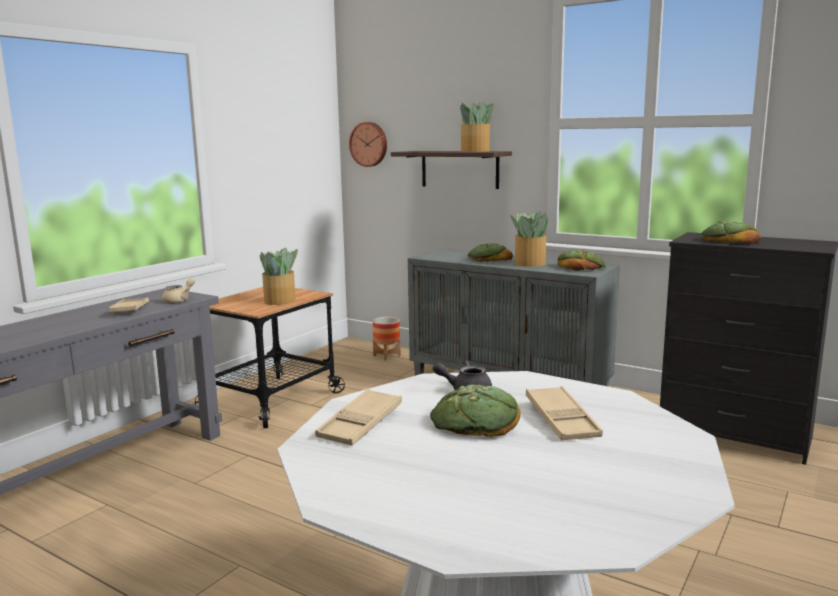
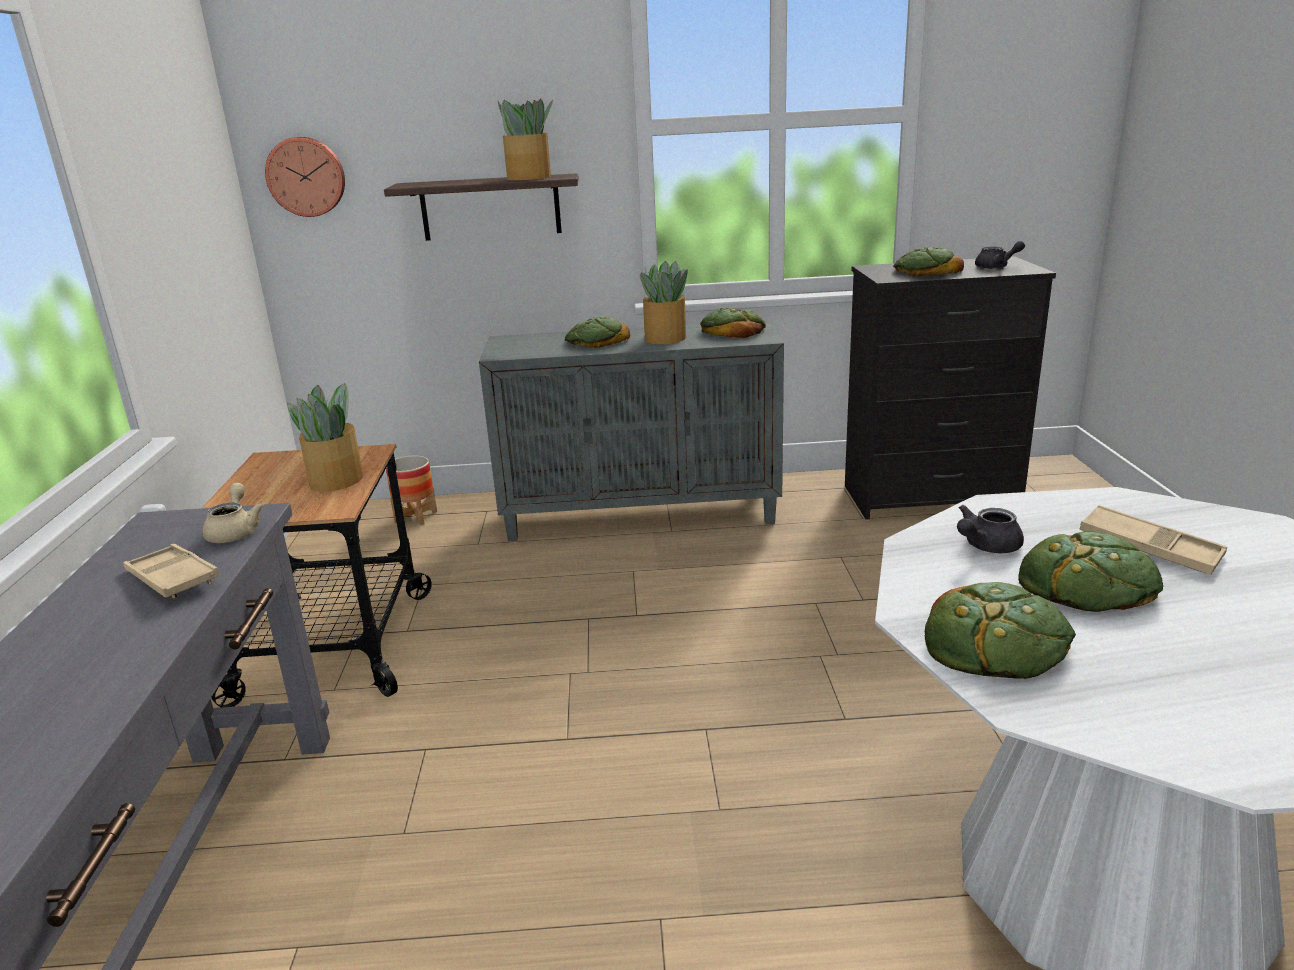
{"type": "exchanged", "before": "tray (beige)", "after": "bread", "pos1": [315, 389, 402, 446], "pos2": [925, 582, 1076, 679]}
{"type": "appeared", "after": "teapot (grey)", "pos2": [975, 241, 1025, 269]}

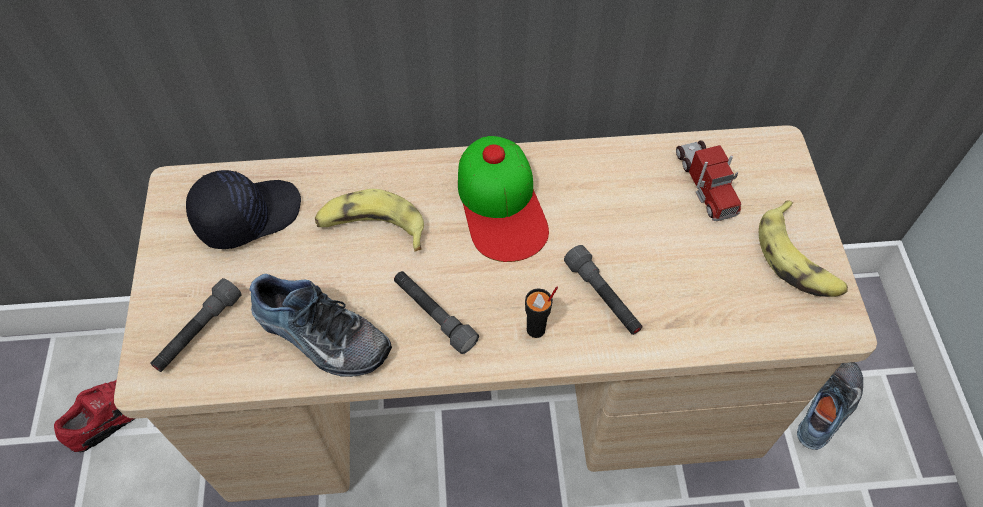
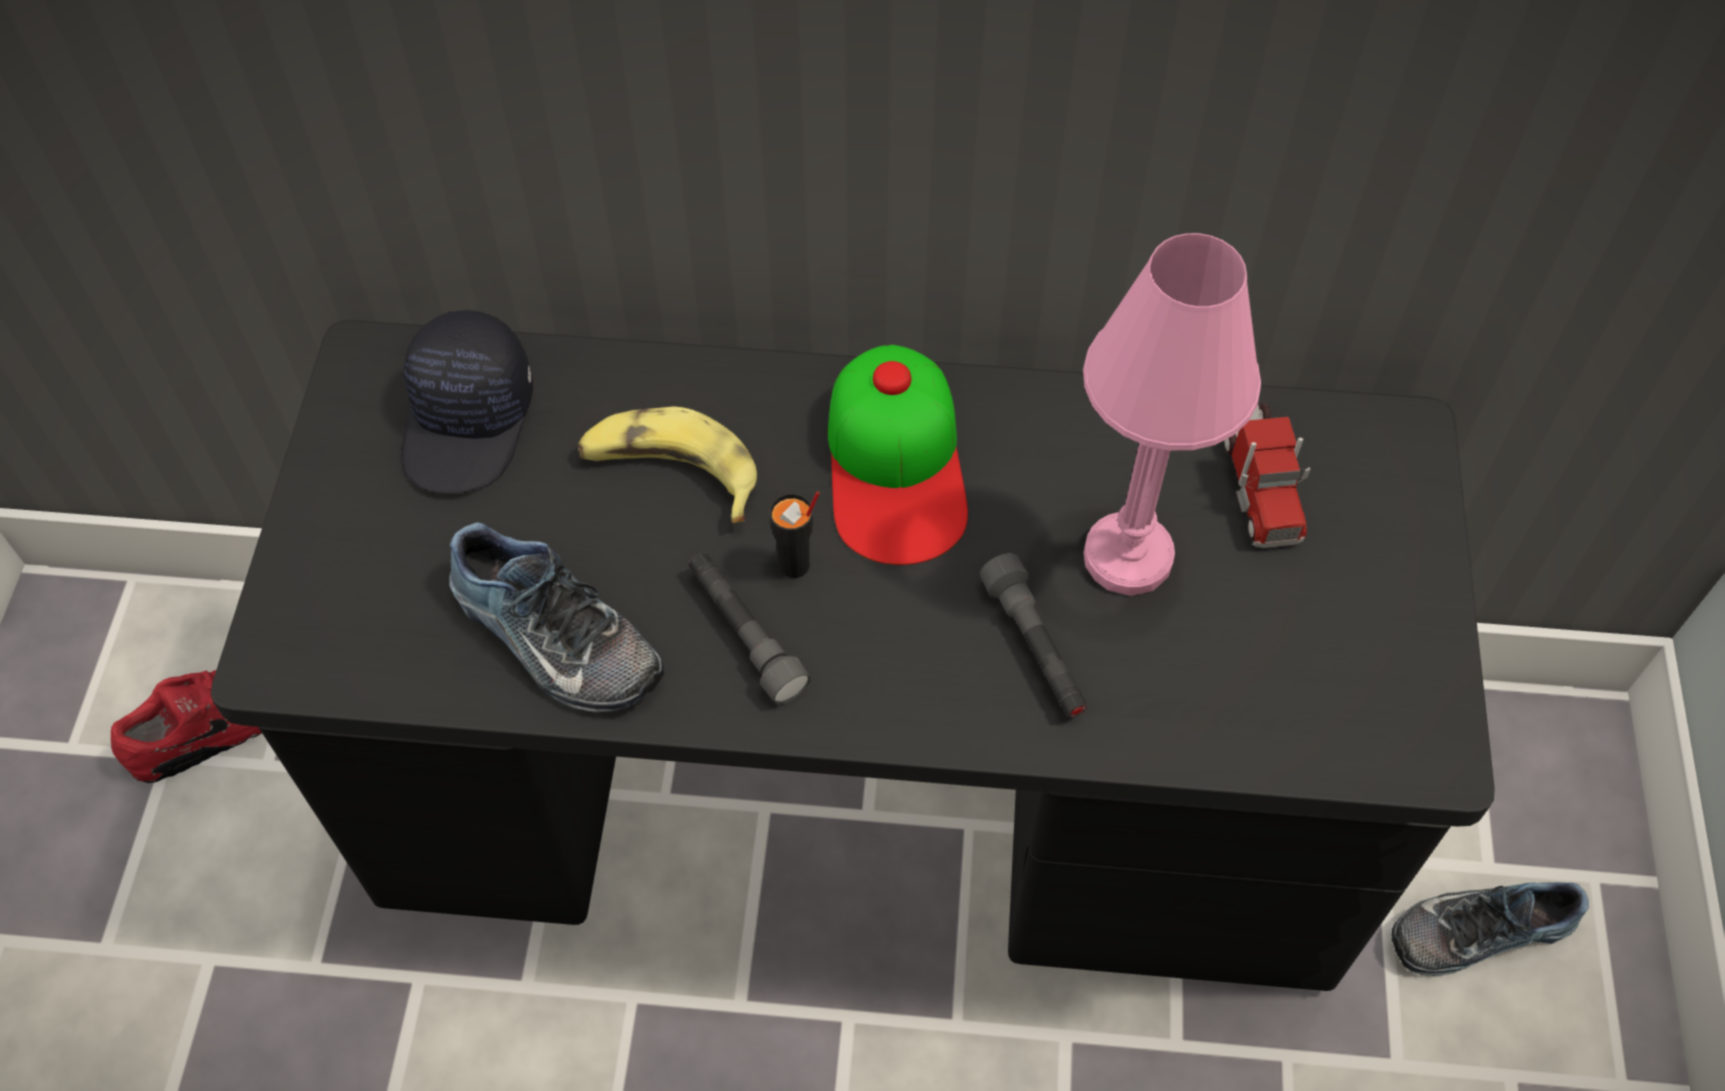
{"type": "colour", "before": "desk (beige)", "after": "desk (black)", "pos1": [114, 125, 877, 502], "pos2": [211, 320, 1494, 991]}
{"type": "missing", "before": "flashlight (grey)", "pos1": [151, 278, 242, 372]}
{"type": "spun", "before": "cap (black)", "pos1": [186, 170, 301, 249], "pos2": [402, 310, 533, 494], "turn": 120}
{"type": "relocated", "before": "cup (black)", "pos1": [525, 286, 558, 338], "pos2": [769, 491, 820, 578]}
{"type": "missing", "before": "banana", "pos1": [759, 200, 848, 297]}
{"type": "spun", "before": "shoe", "pos1": [797, 362, 863, 450], "pos2": [1392, 882, 1589, 976], "turn": -150}
{"type": "appeared", "after": "table lamp (pink)", "pos2": [1083, 233, 1261, 596]}

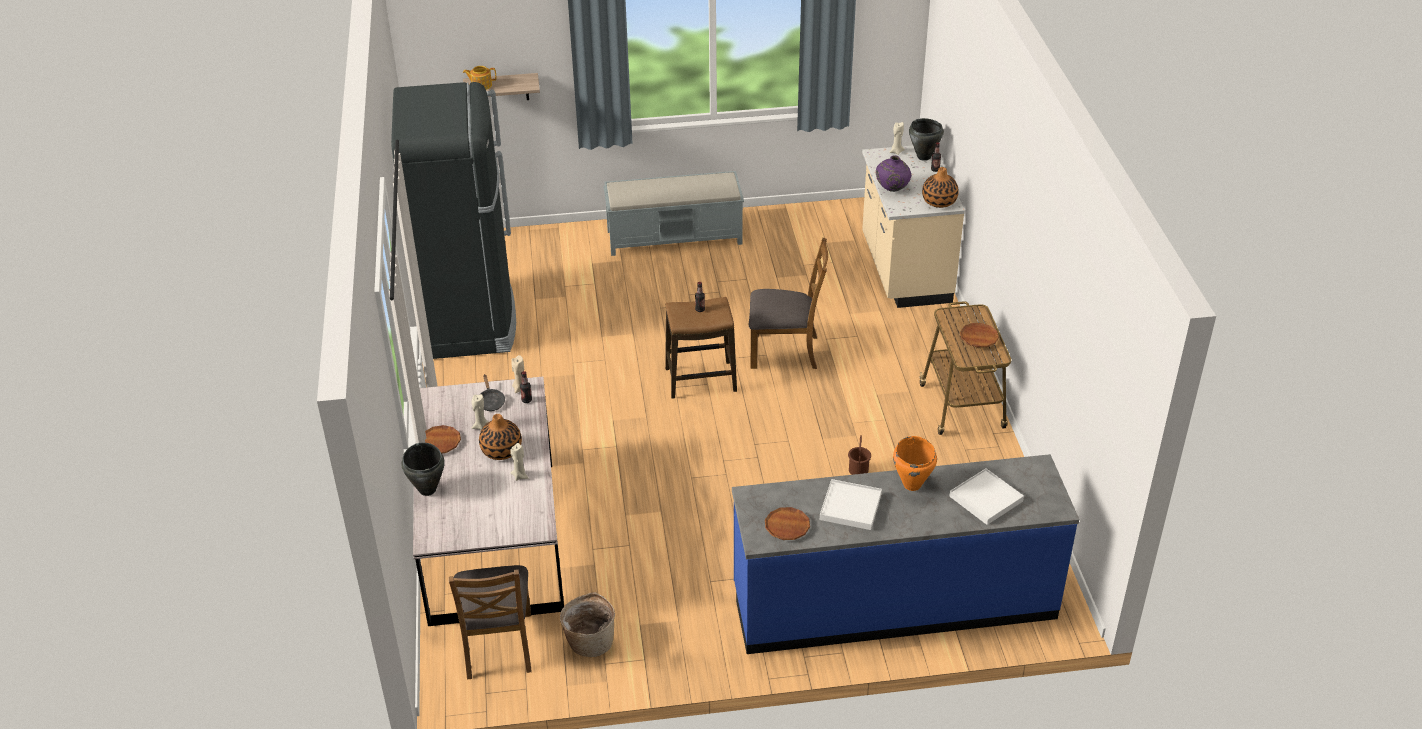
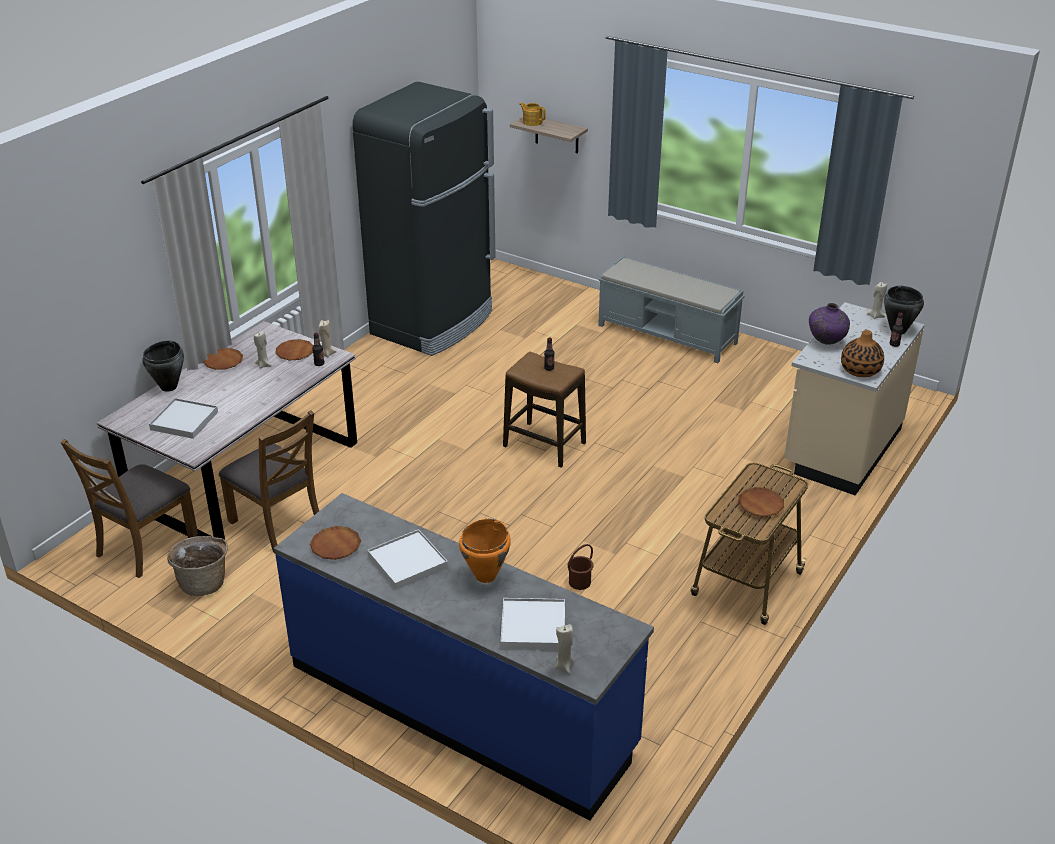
{"type": "exchanged", "before": "frying pan (black)", "after": "plate (brown)", "pos1": [479, 374, 505, 411], "pos2": [275, 339, 314, 361]}
{"type": "missing", "before": "vase", "pos1": [479, 414, 522, 460]}
{"type": "relocated", "before": "candle (beige)", "pos1": [510, 443, 529, 481], "pos2": [555, 624, 574, 674]}
{"type": "relocated", "before": "chair (brown)", "pos1": [749, 238, 828, 369], "pos2": [219, 410, 319, 552]}
{"type": "appeared", "after": "tray (white)", "pos2": [149, 398, 218, 439]}

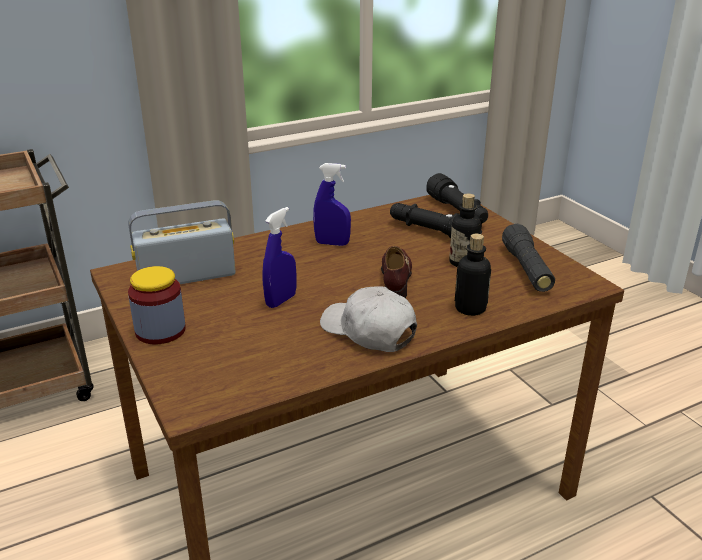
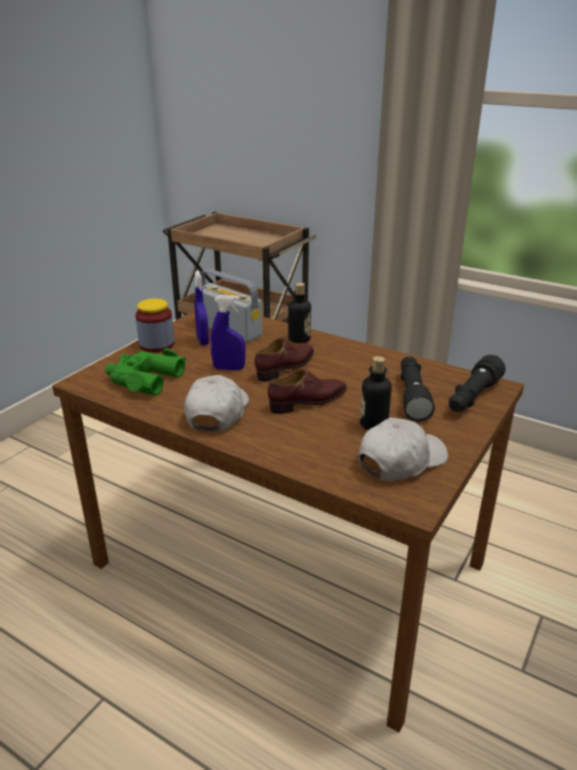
{"type": "relocated", "before": "spray bottle (blue)", "pos1": [313, 163, 351, 246], "pos2": [194, 271, 209, 346]}
{"type": "relocated", "before": "bottle", "pos1": [455, 234, 491, 316], "pos2": [288, 283, 311, 343]}
{"type": "exchanged", "before": "flashlight (black)", "after": "cap (white)", "pos1": [502, 224, 555, 292], "pos2": [359, 418, 448, 481]}
{"type": "appeared", "after": "binoculars (green)", "pos2": [105, 348, 186, 396]}
{"type": "appeared", "after": "shoe (brown)", "pos2": [254, 338, 314, 382]}

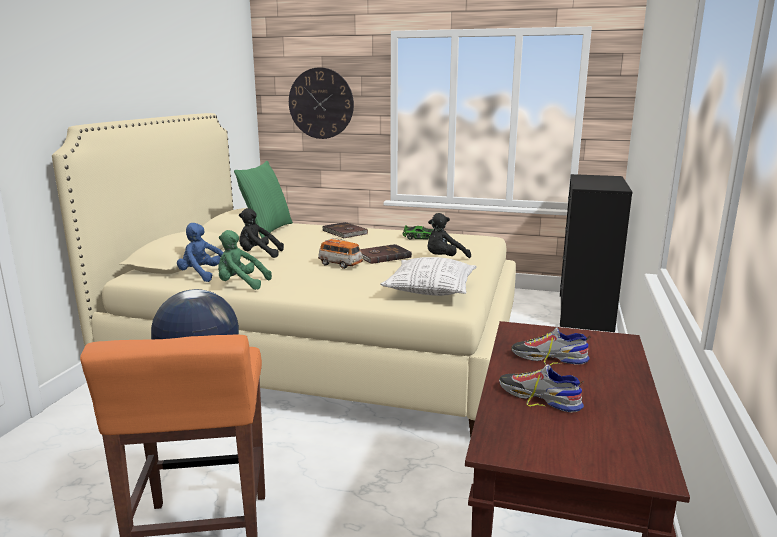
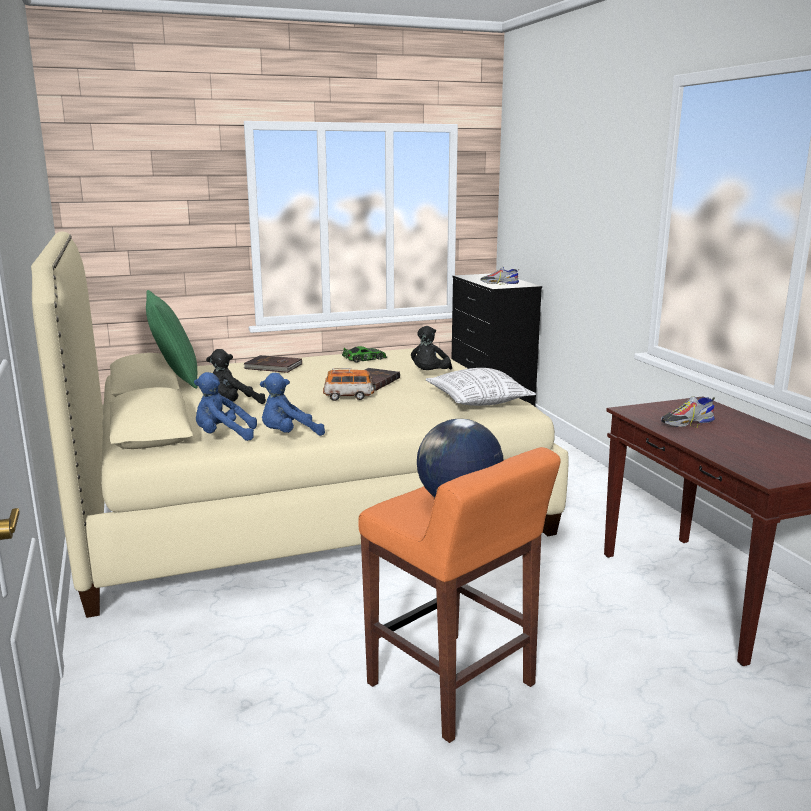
{"type": "colour", "before": "plush toy (green)", "after": "plush toy (blue)", "pos1": [218, 230, 272, 290], "pos2": [260, 373, 325, 436]}
{"type": "missing", "before": "wall clock", "pos1": [289, 67, 354, 139]}
{"type": "relocated", "before": "shoe", "pos1": [499, 364, 584, 413], "pos2": [480, 266, 519, 285]}

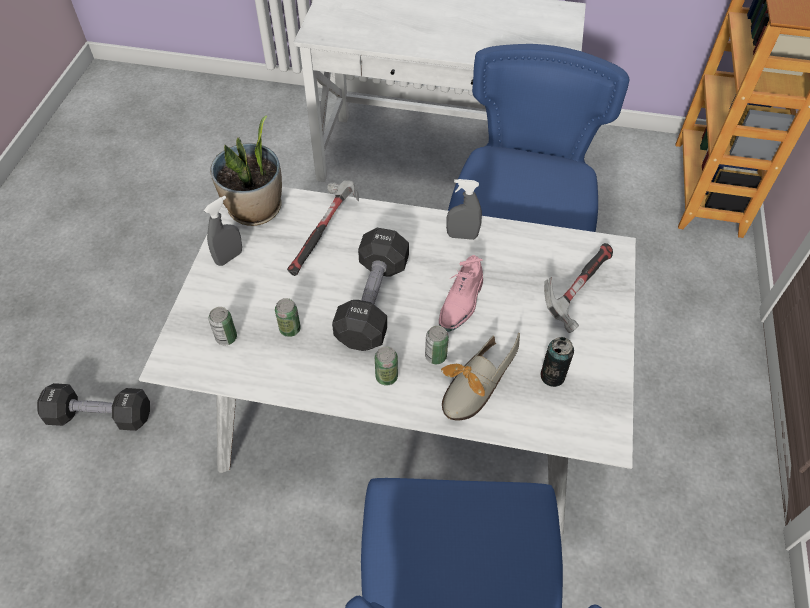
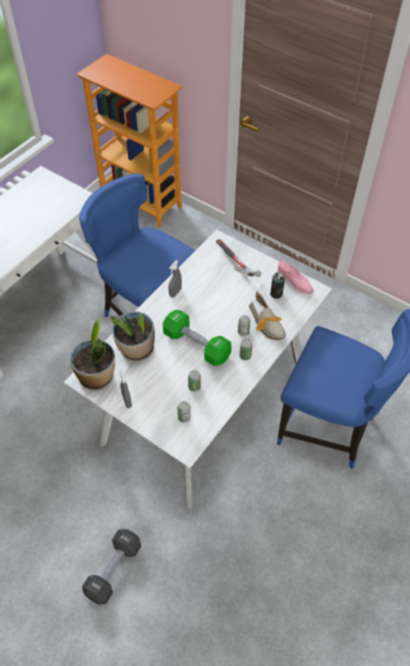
{"type": "exchanged", "before": "hammer", "after": "potted plant", "pos1": [287, 180, 359, 276], "pos2": [111, 312, 155, 361]}
{"type": "colour", "before": "dumbbell (black)", "after": "dumbbell (green)", "pos1": [332, 228, 409, 351], "pos2": [163, 310, 232, 366]}
{"type": "relocated", "before": "shoe (pink)", "pos1": [439, 255, 483, 332], "pos2": [277, 260, 313, 294]}

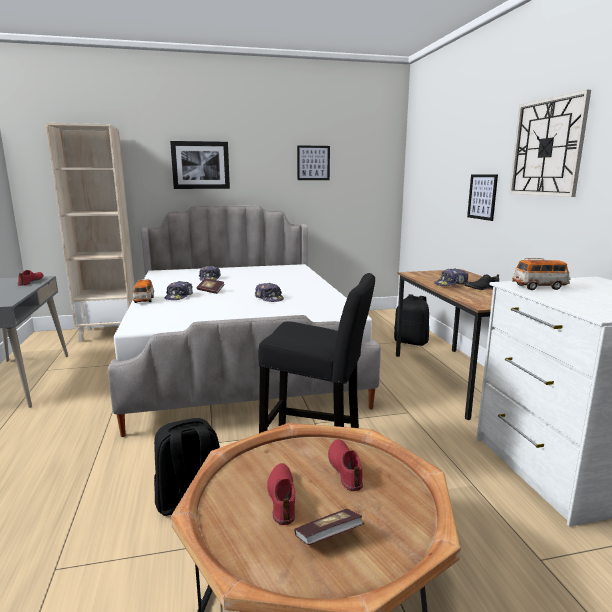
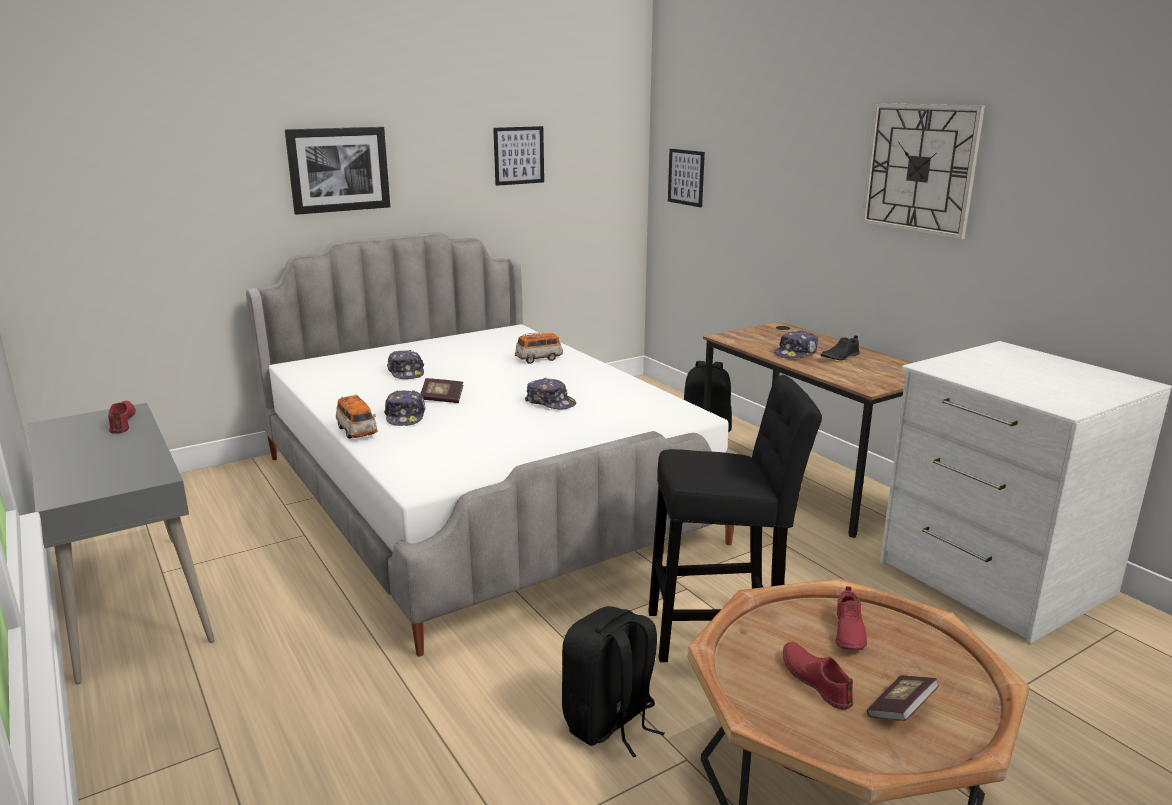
{"type": "missing", "before": "bookcase (beige)", "pos1": [46, 123, 135, 342]}
{"type": "spun", "before": "shoe (red)", "pos1": [328, 439, 363, 491], "pos2": [836, 586, 867, 650], "turn": -135}
{"type": "relocated", "before": "picture", "pos1": [467, 174, 498, 221], "pos2": [668, 149, 705, 207]}
{"type": "relocated", "before": "toy car", "pos1": [512, 258, 571, 290], "pos2": [515, 333, 563, 364]}

